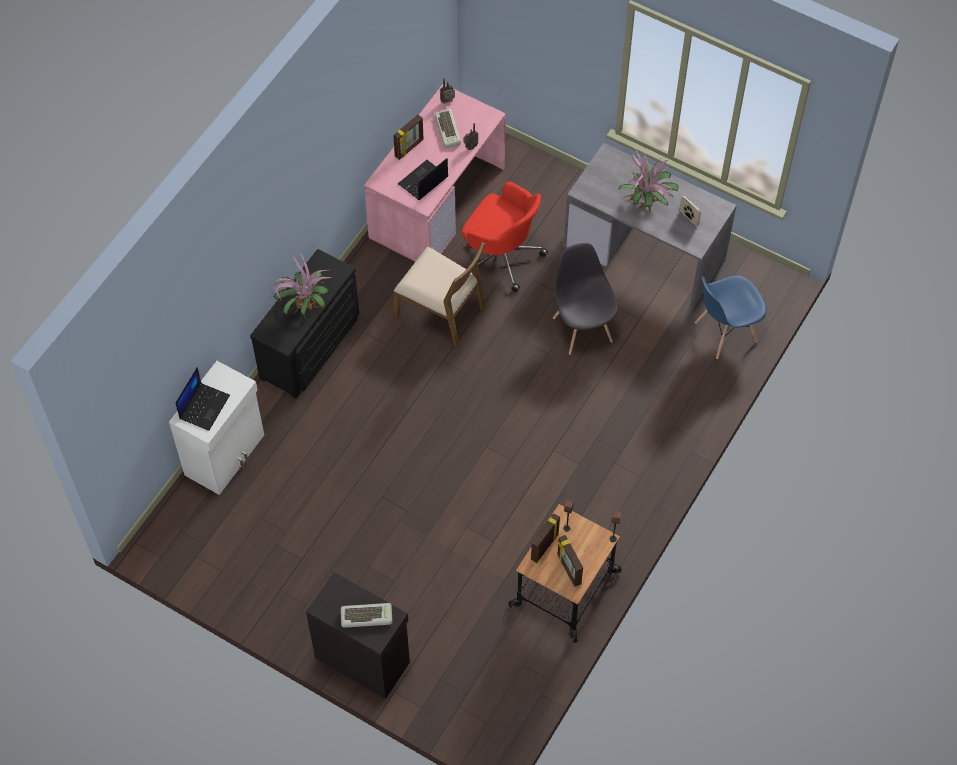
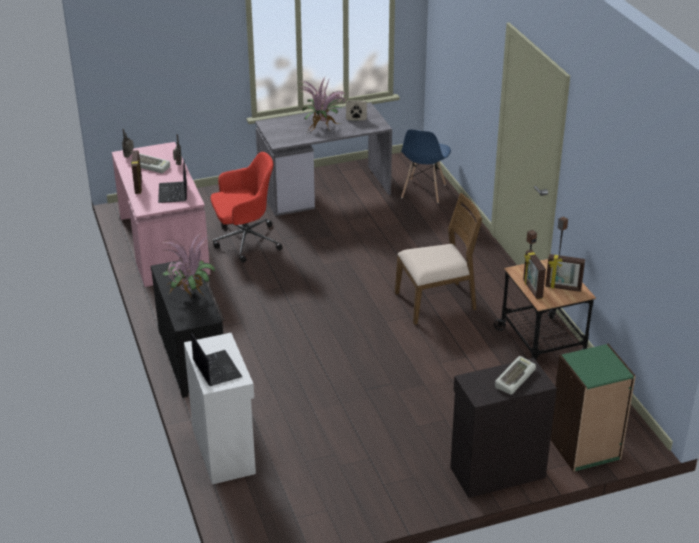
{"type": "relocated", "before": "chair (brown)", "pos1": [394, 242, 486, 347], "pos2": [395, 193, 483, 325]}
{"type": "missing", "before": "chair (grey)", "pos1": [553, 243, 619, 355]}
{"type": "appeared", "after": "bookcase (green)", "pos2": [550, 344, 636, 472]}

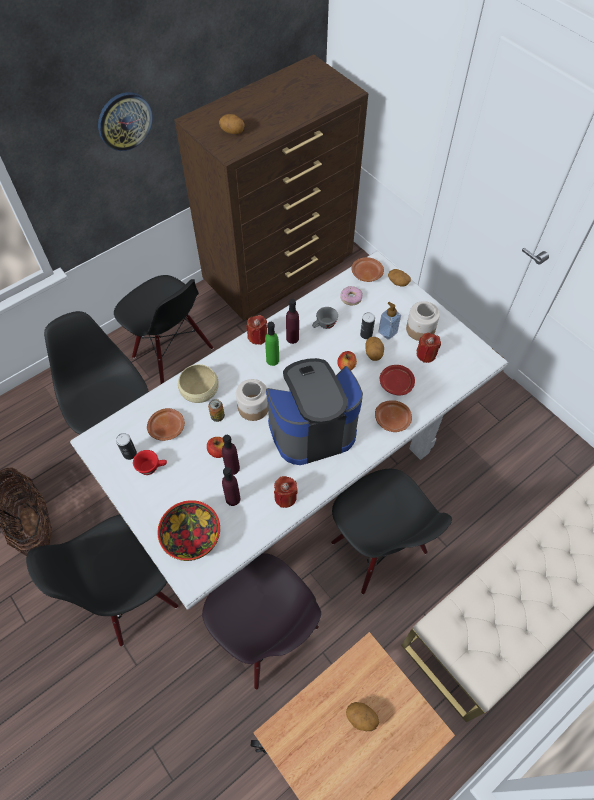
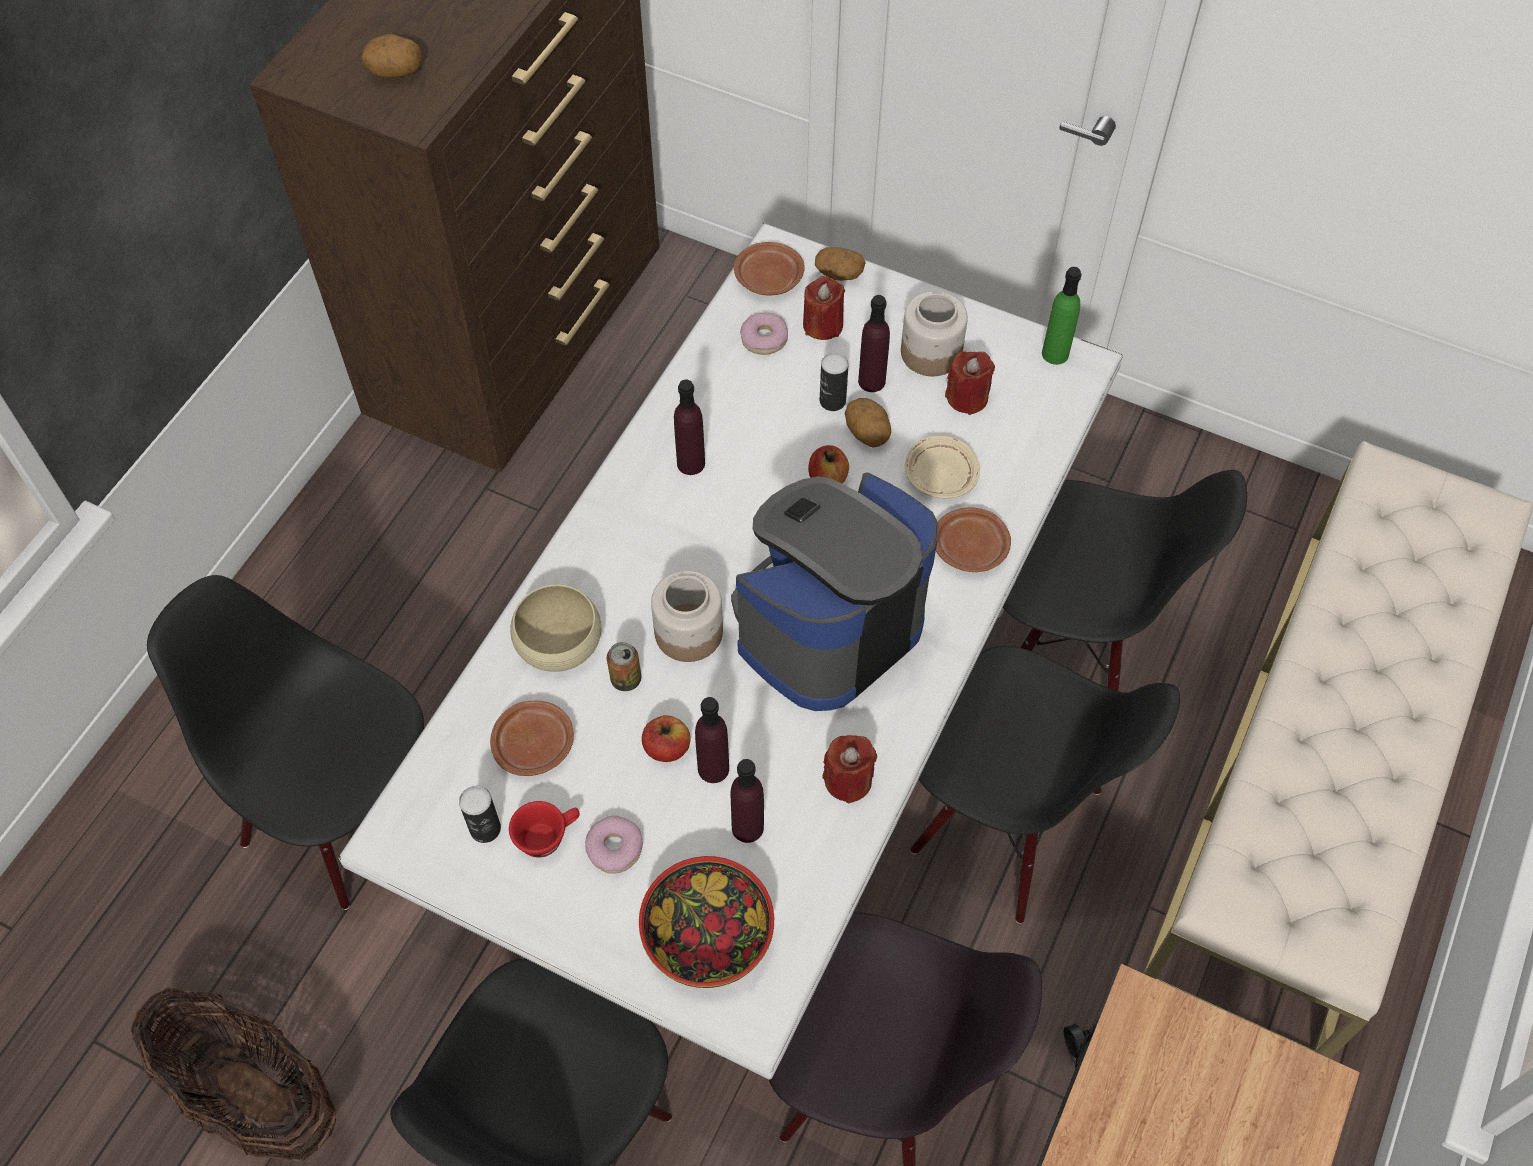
{"type": "missing", "before": "wall clock", "pos1": [98, 92, 153, 151]}
{"type": "relocated", "before": "chair (black)", "pos1": [114, 275, 213, 384], "pos2": [1003, 470, 1247, 691]}
{"type": "relocated", "before": "candle (red)", "pos1": [246, 315, 267, 345], "pos2": [803, 276, 845, 340]}
{"type": "relocated", "before": "bottle (green)", "pos1": [265, 322, 279, 366], "pos2": [1042, 267, 1081, 365]}
{"type": "missing", "before": "cup (grey)", "pos1": [312, 307, 338, 329]}
{"type": "missing", "before": "potato", "pos1": [346, 702, 379, 731]}
{"type": "exchanged", "before": "soap dispenser", "after": "bottle (purple)", "pos1": [378, 302, 401, 340], "pos2": [858, 295, 890, 392]}
{"type": "colour", "before": "plate (red)", "after": "plate (beige)", "pos1": [380, 365, 415, 395], "pos2": [905, 436, 980, 498]}
{"type": "appeared", "after": "donut", "pos2": [585, 816, 643, 874]}

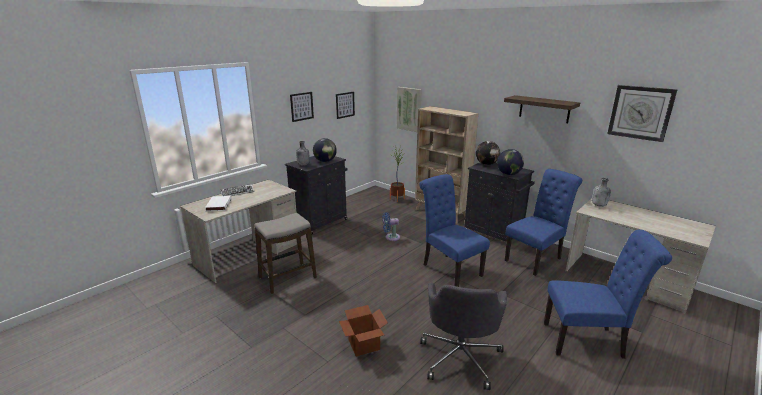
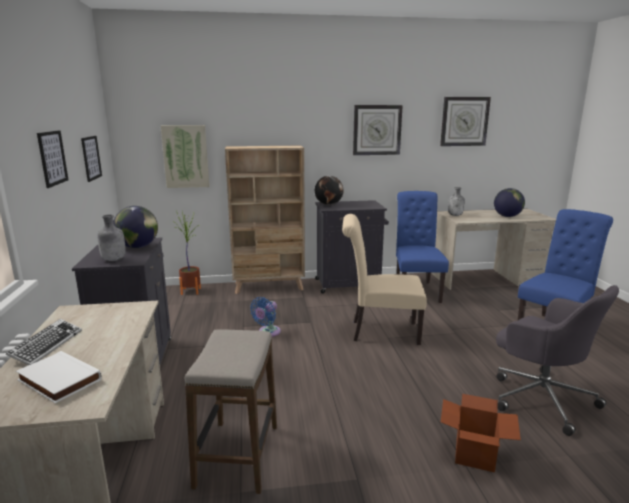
{"type": "colour", "before": "chair (blue)", "after": "chair (beige)", "pos1": [419, 174, 490, 287], "pos2": [342, 214, 427, 345]}
{"type": "relocated", "before": "globe", "pos1": [497, 149, 524, 175], "pos2": [494, 188, 525, 217]}
{"type": "exchanged", "before": "shelf", "after": "wall clock", "pos1": [504, 95, 580, 123], "pos2": [353, 105, 403, 155]}

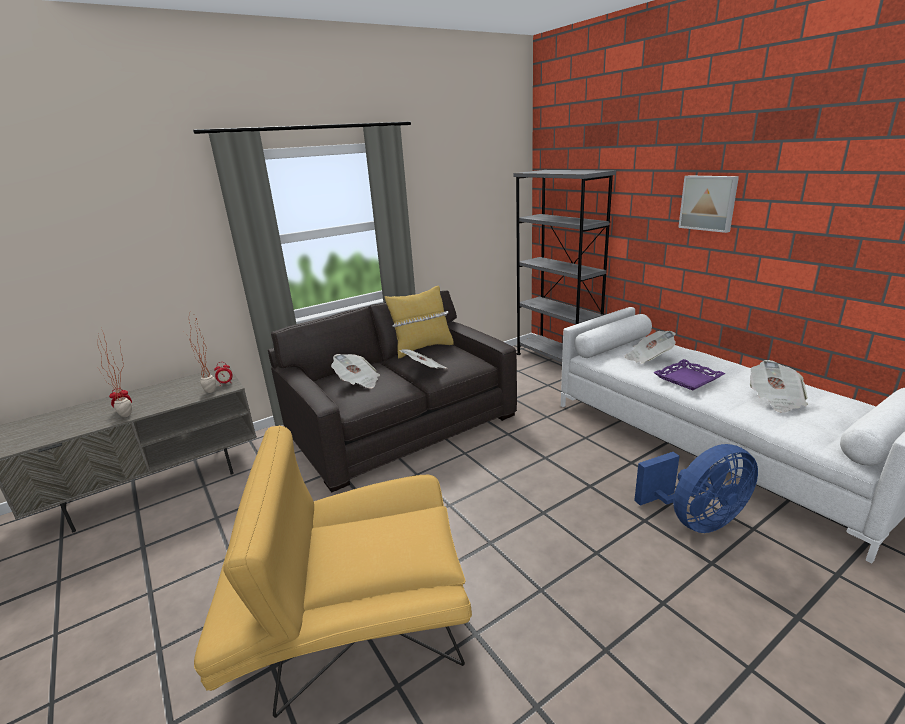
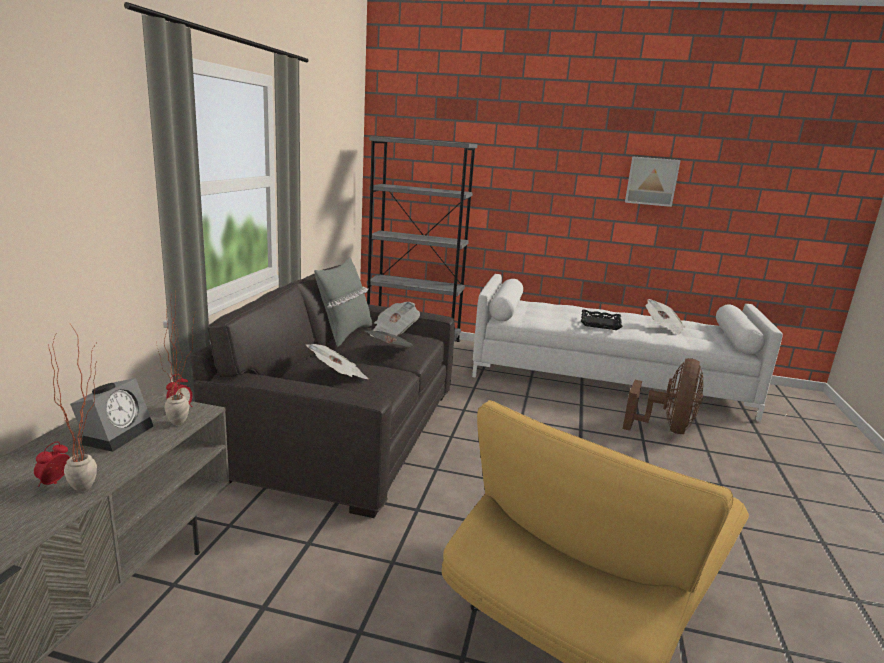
{"type": "colour", "before": "pillow (yellow)", "after": "pillow (grey)", "pos1": [385, 286, 454, 359], "pos2": [314, 257, 372, 347]}
{"type": "relocated", "before": "newspaper", "pos1": [625, 331, 676, 364], "pos2": [370, 302, 420, 337]}
{"type": "colour", "before": "fan (blue)", "after": "fan (brown)", "pos1": [634, 444, 758, 533], "pos2": [623, 358, 703, 434]}
{"type": "colour", "before": "tray (purple)", "after": "tray (black)", "pos1": [653, 359, 725, 390], "pos2": [581, 309, 622, 330]}
{"type": "relocated", "before": "picture", "pos1": [678, 175, 739, 233], "pos2": [625, 156, 681, 207]}
{"type": "appeared", "after": "alarm clock", "pos2": [70, 378, 153, 452]}

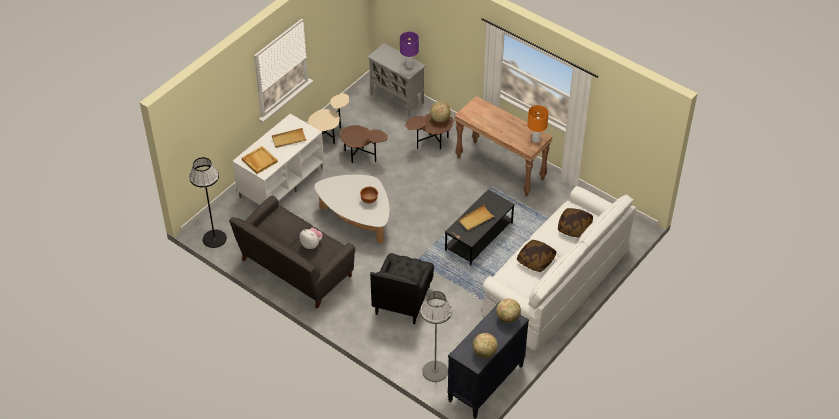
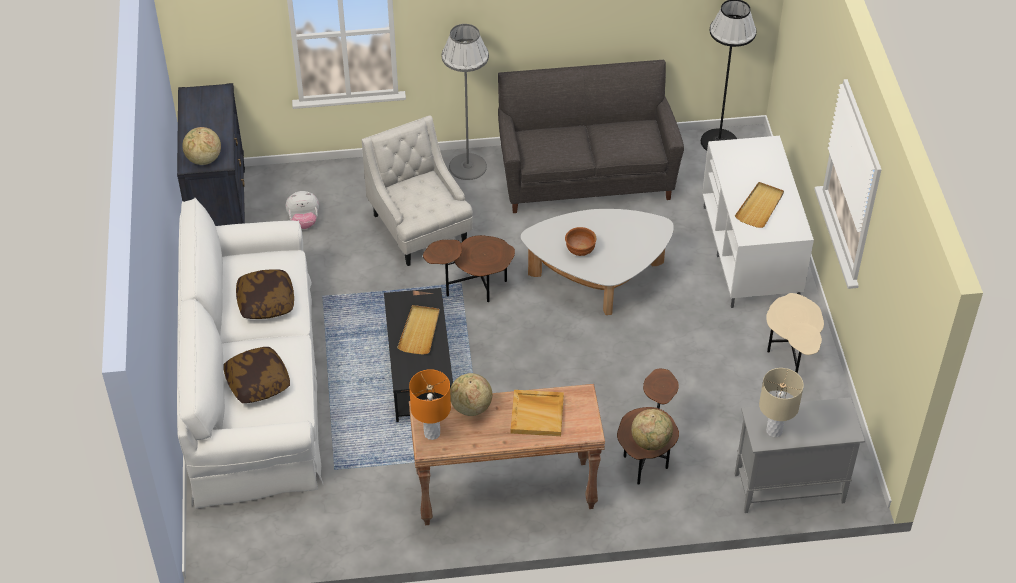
{"type": "relocated", "before": "tray (beige)", "pos1": [242, 146, 278, 174], "pos2": [511, 390, 564, 436]}
{"type": "relocated", "before": "plush toy", "pos1": [299, 228, 323, 249], "pos2": [286, 191, 319, 229]}
{"type": "relocated", "before": "side table (brown)", "pos1": [340, 125, 388, 163], "pos2": [423, 235, 515, 302]}
{"type": "colour", "before": "armchair (black)", "after": "armchair (white)", "pos1": [370, 253, 434, 324], "pos2": [362, 115, 473, 266]}
{"type": "colour", "before": "table lamp (purple)", "after": "table lamp (beige)", "pos1": [400, 32, 419, 68], "pos2": [759, 368, 804, 437]}
{"type": "relocated", "before": "floor lamp (grey)", "pos1": [420, 291, 452, 382], "pos2": [442, 24, 489, 180]}
{"type": "relocated", "before": "globe", "pos1": [473, 333, 498, 358], "pos2": [450, 373, 492, 416]}

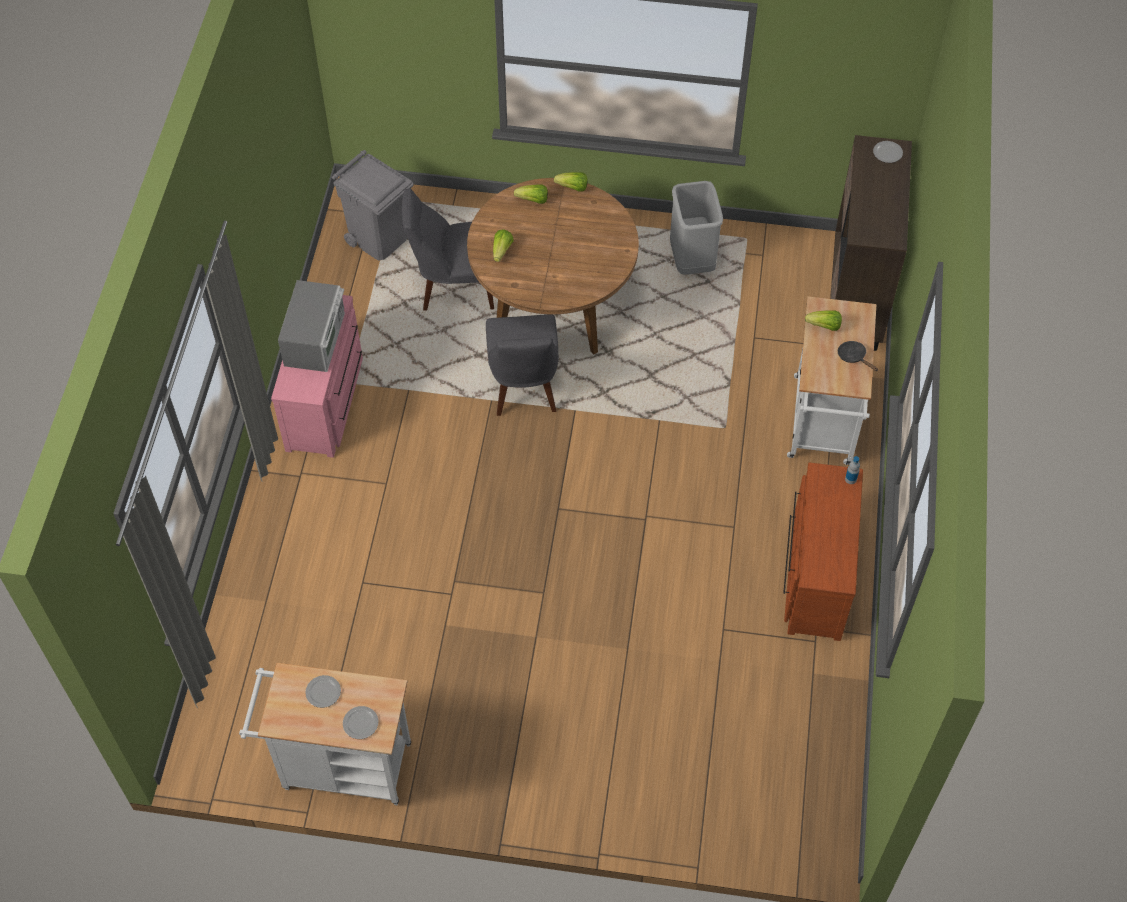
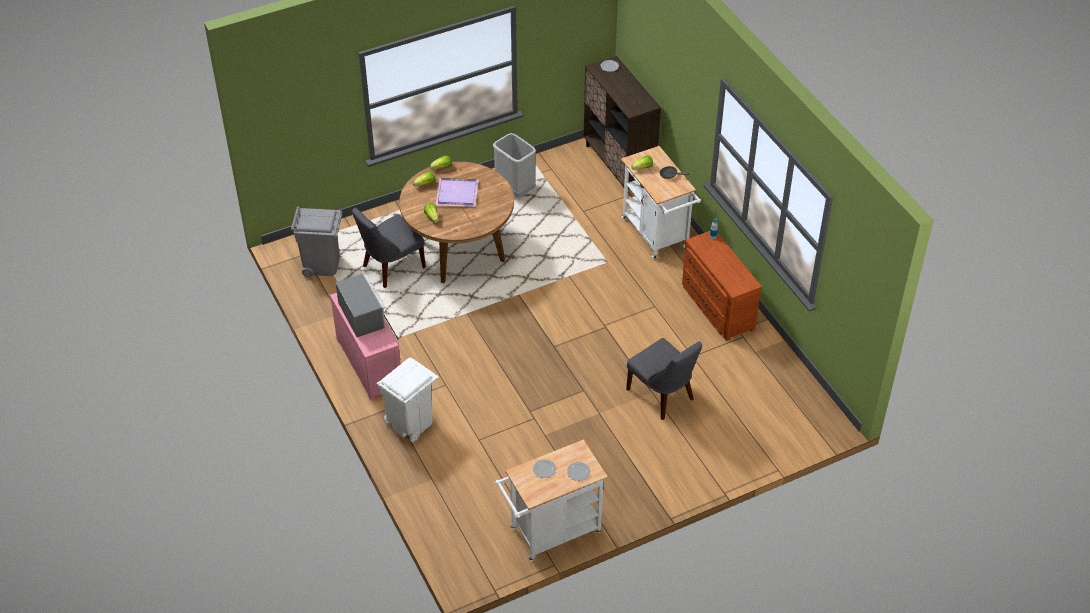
{"type": "relocated", "before": "chair (grey)", "pos1": [486, 314, 559, 416], "pos2": [626, 338, 702, 420]}
{"type": "appeared", "after": "trash can (white)", "pos2": [377, 358, 439, 442]}
{"type": "appeared", "after": "tray (purple)", "pos2": [436, 178, 479, 207]}

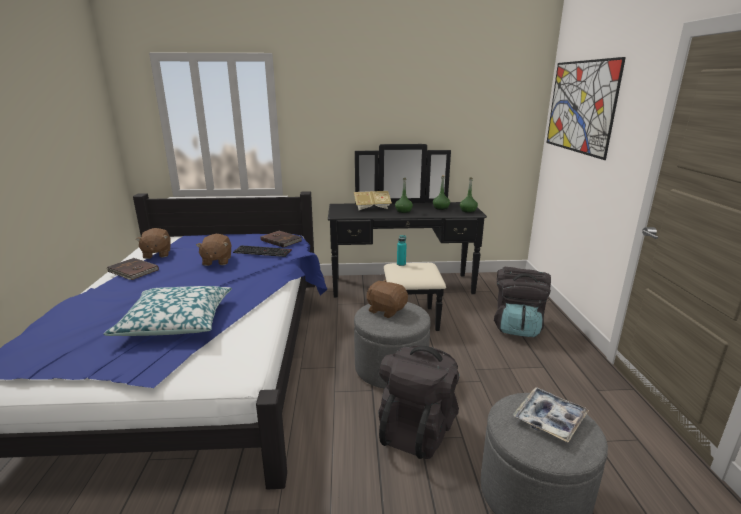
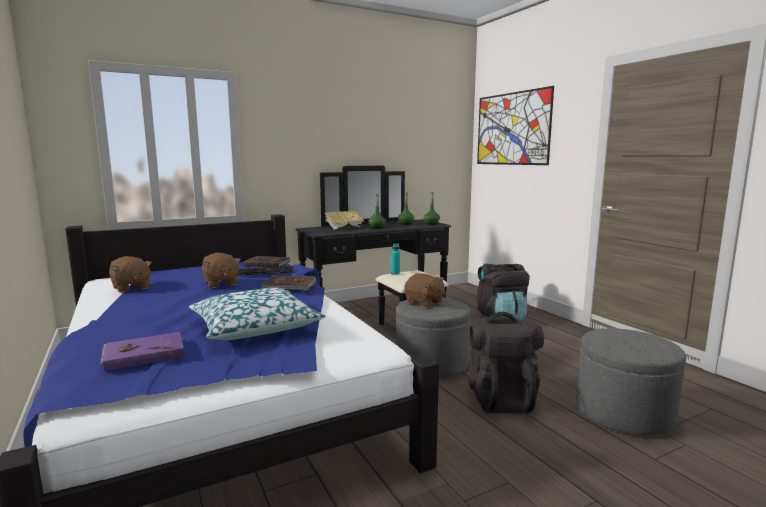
{"type": "relocated", "before": "book (brown)", "pos1": [107, 258, 159, 280], "pos2": [261, 275, 317, 291]}
{"type": "spun", "before": "plush toy (brown)", "pos1": [366, 279, 408, 318], "pos2": [404, 273, 445, 308], "turn": -150}
{"type": "missing", "before": "tray", "pos1": [513, 387, 589, 442]}
{"type": "appeared", "after": "book (purple)", "pos2": [100, 332, 184, 371]}

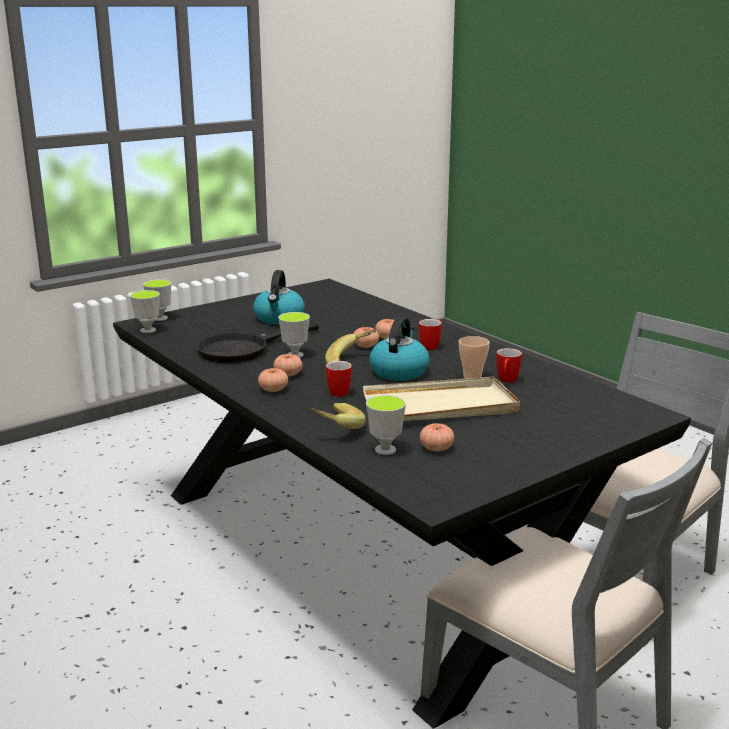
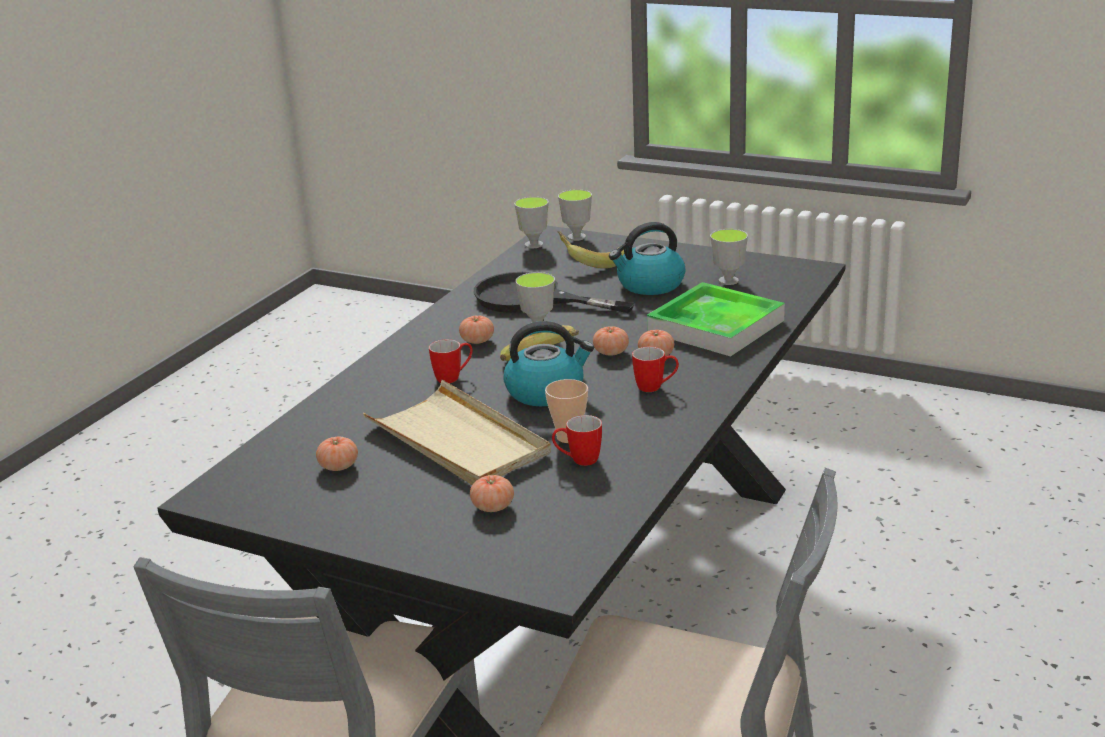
{"type": "relocated", "before": "tomato", "pos1": [258, 368, 288, 392], "pos2": [470, 475, 514, 512]}
{"type": "relocated", "before": "banana", "pos1": [311, 403, 365, 429], "pos2": [557, 231, 624, 268]}
{"type": "relocated", "before": "cup", "pos1": [366, 395, 406, 455], "pos2": [710, 229, 748, 285]}
{"type": "appeared", "after": "tray", "pos2": [647, 282, 785, 356]}

